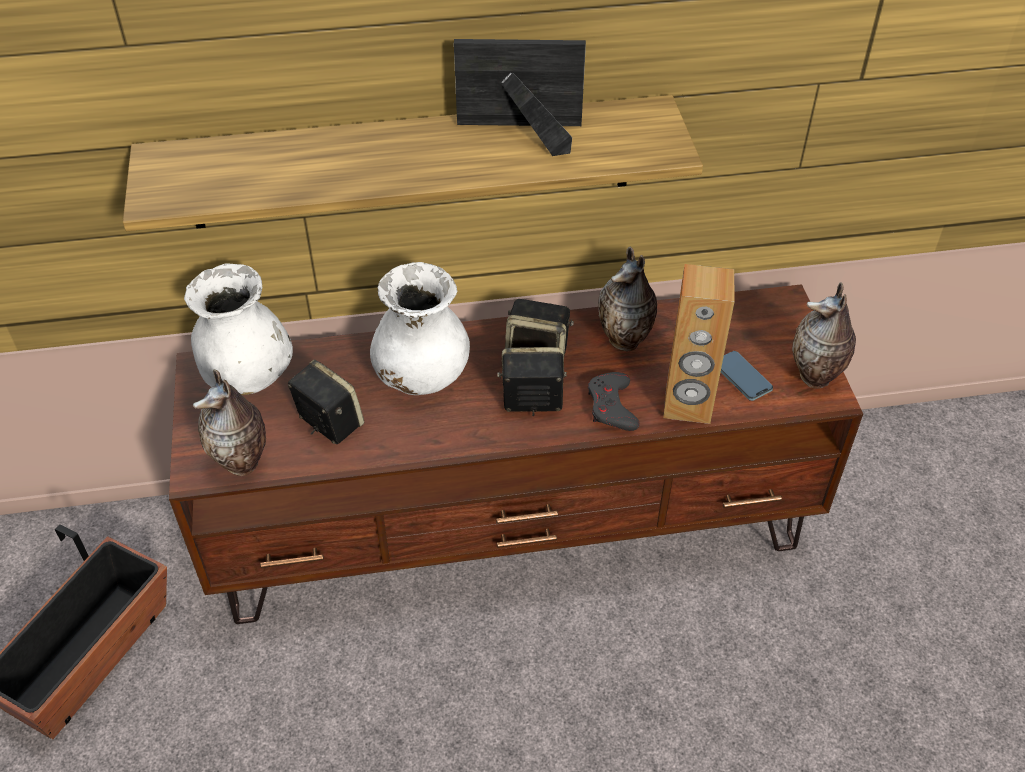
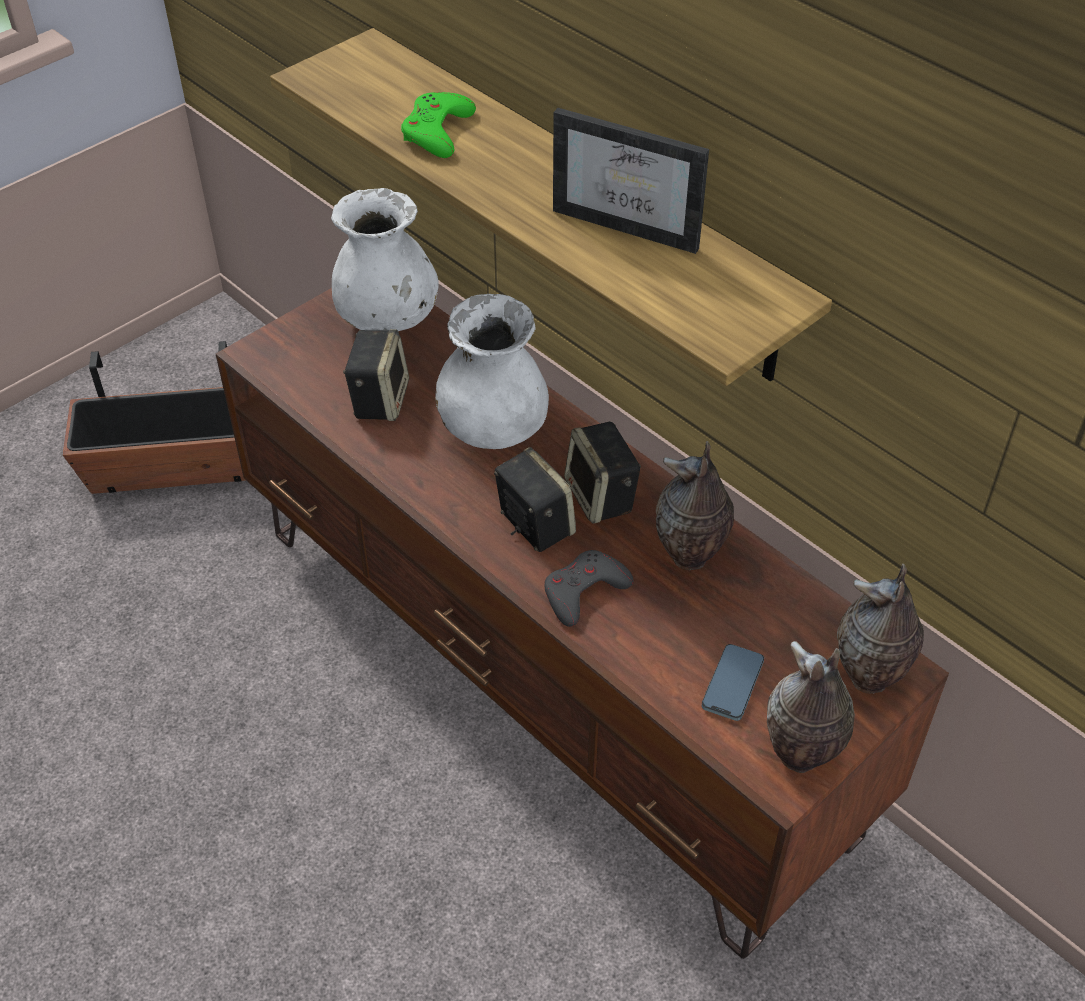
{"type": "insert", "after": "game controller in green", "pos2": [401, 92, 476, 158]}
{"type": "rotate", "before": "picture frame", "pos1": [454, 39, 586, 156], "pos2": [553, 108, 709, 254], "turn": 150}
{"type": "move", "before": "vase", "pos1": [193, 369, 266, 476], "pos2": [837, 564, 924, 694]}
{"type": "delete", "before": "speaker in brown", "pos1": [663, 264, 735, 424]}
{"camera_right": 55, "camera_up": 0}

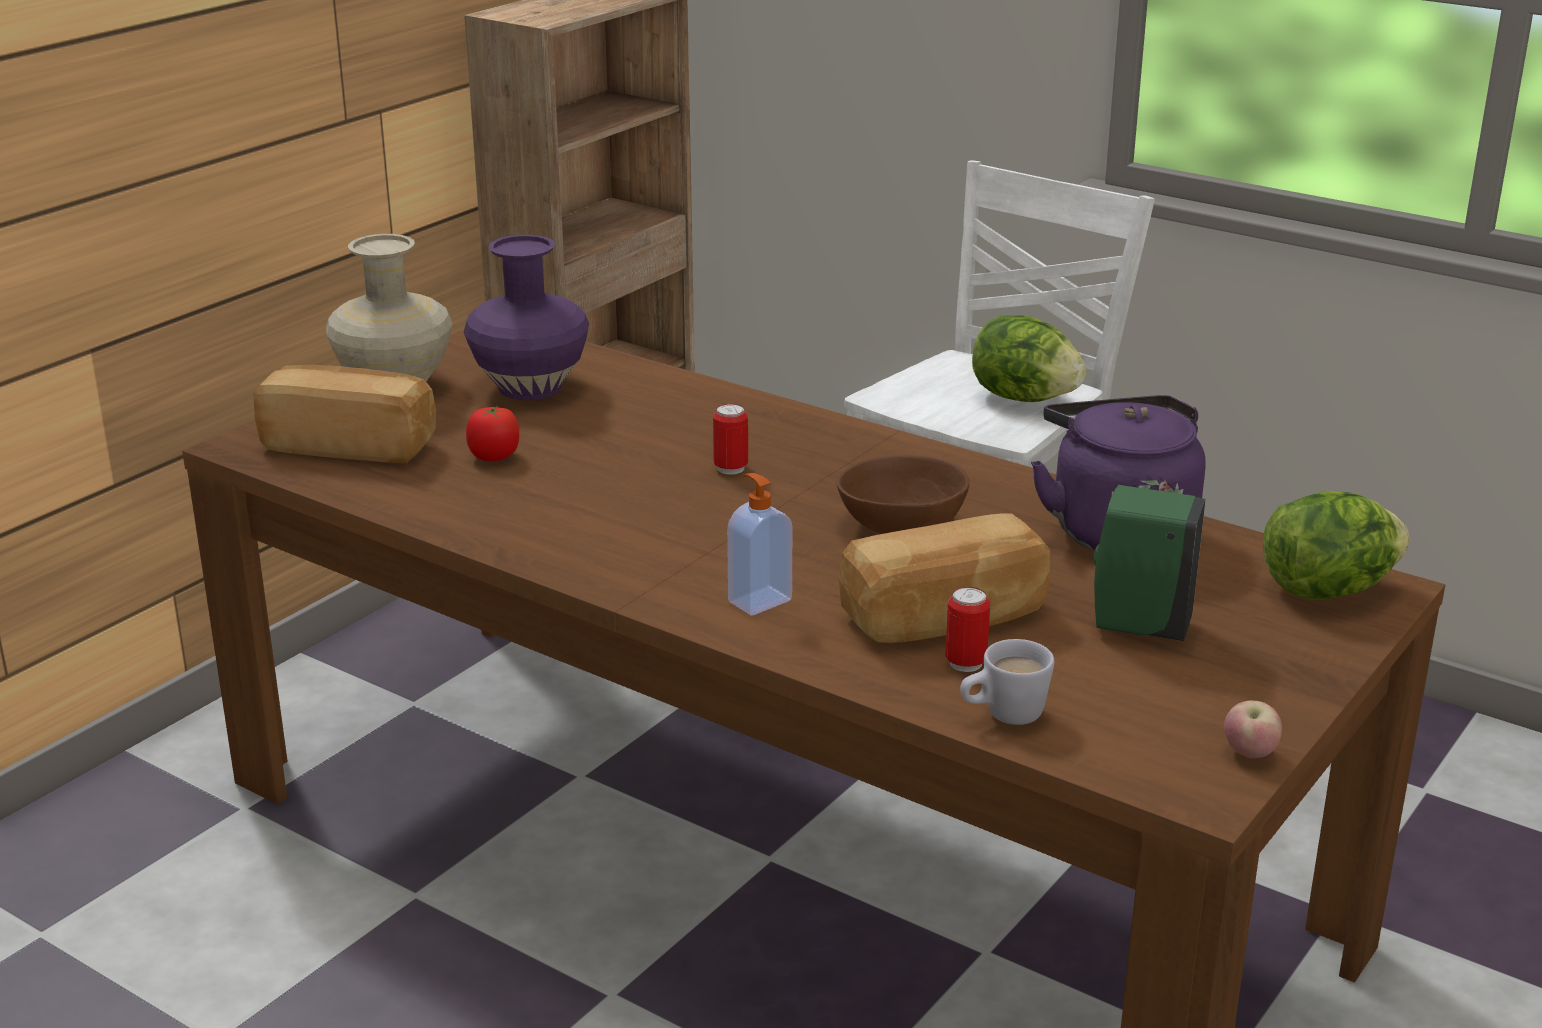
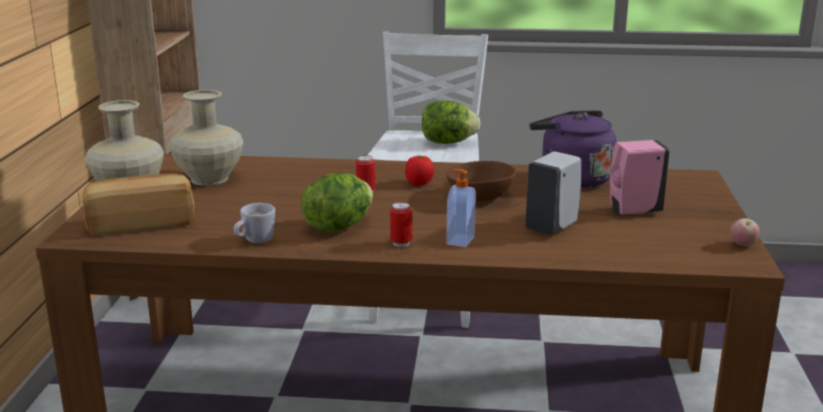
{"type": "recolor", "before": "vase in purple", "after": "vase in beige", "pos1": [464, 235, 589, 400], "pos2": [170, 90, 243, 186]}
{"type": "move", "before": "mug in white", "pos1": [960, 639, 1054, 725], "pos2": [234, 203, 275, 244]}
{"type": "move", "before": "lettuce", "pos1": [1263, 491, 1409, 600], "pos2": [301, 173, 373, 232]}
{"type": "move", "before": "can", "pos1": [945, 587, 990, 672], "pos2": [390, 202, 412, 247]}
{"type": "move", "before": "tomato", "pos1": [466, 406, 519, 461], "pos2": [405, 156, 434, 186]}
{"type": "replace", "before": "bread", "after": "soap dispenser in white", "pos1": [839, 513, 1051, 643], "pos2": [525, 151, 581, 235]}
{"type": "recolor", "before": "soap dispenser in green", "after": "soap dispenser in pink", "pos1": [1094, 485, 1205, 641], "pos2": [609, 140, 669, 216]}
{"camera_right": -30, "camera_up": -5}

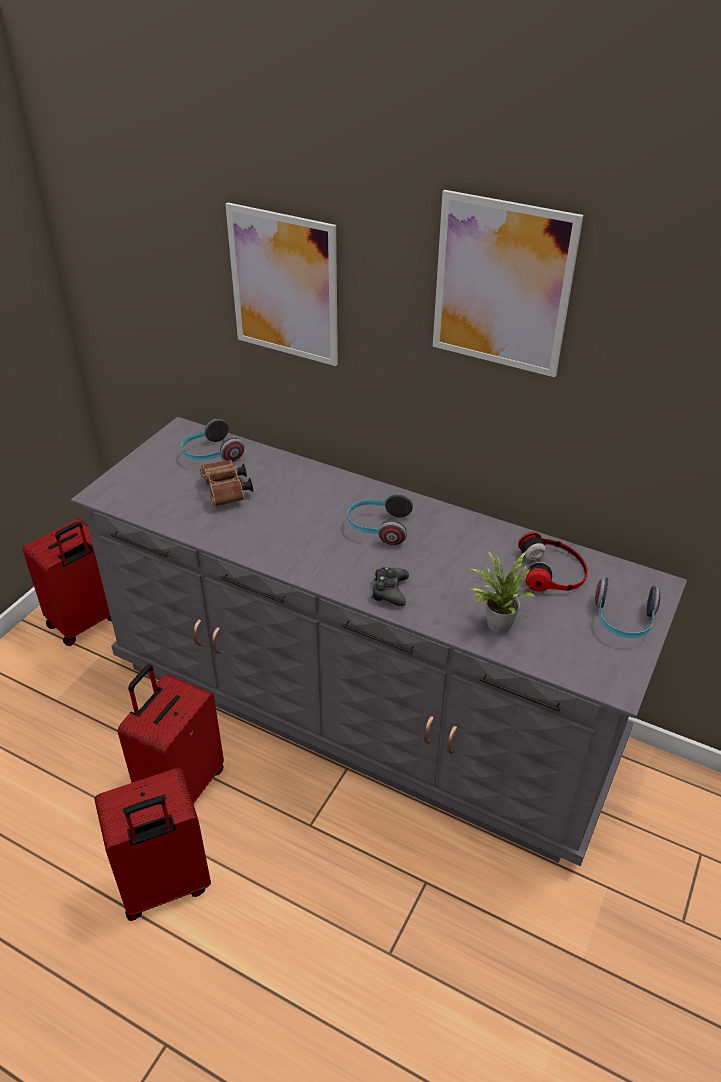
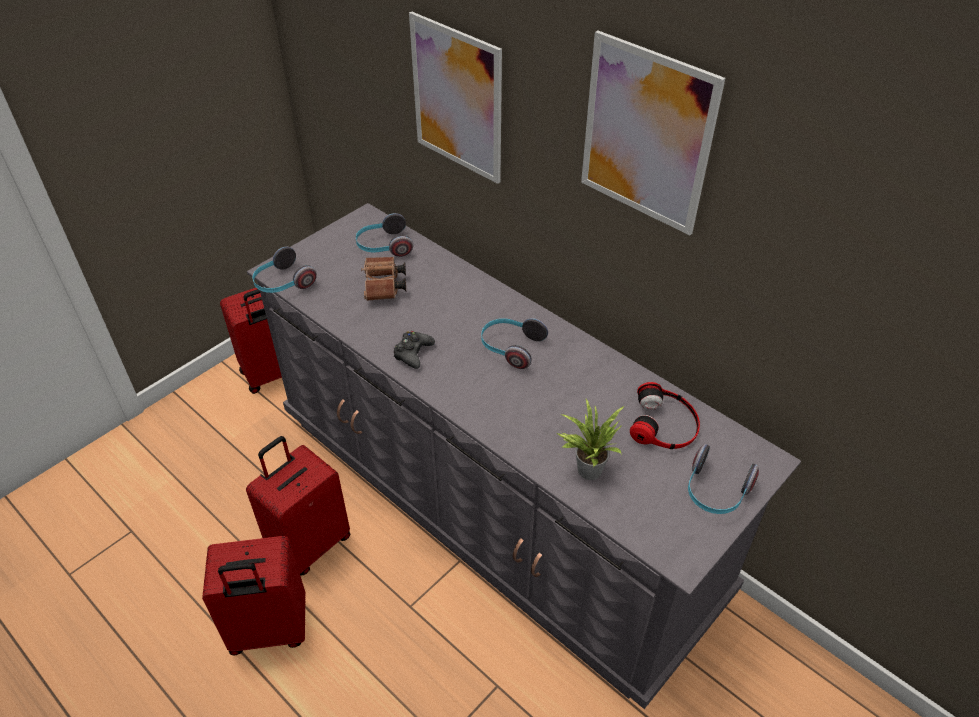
{"type": "insert", "after": "headphones", "pos2": [252, 247, 317, 293]}
{"type": "move", "before": "game controller in black", "pos1": [371, 567, 409, 606], "pos2": [394, 331, 435, 369]}
{"camera_right": 15, "camera_up": 5}

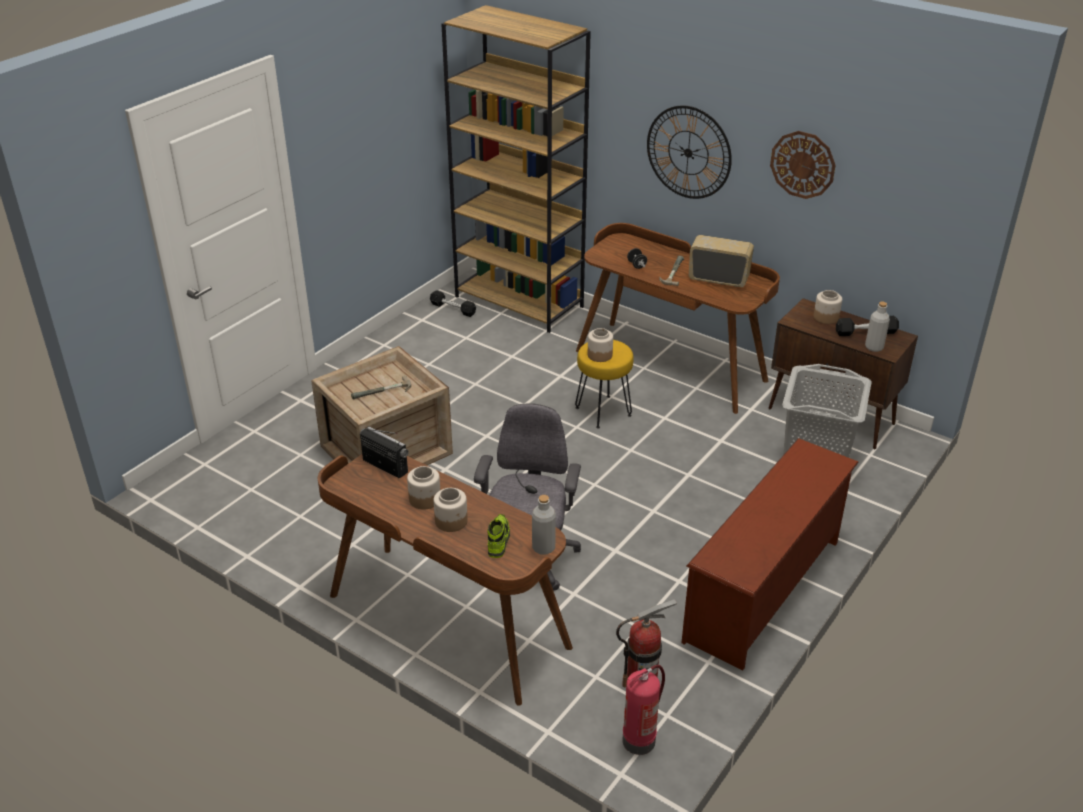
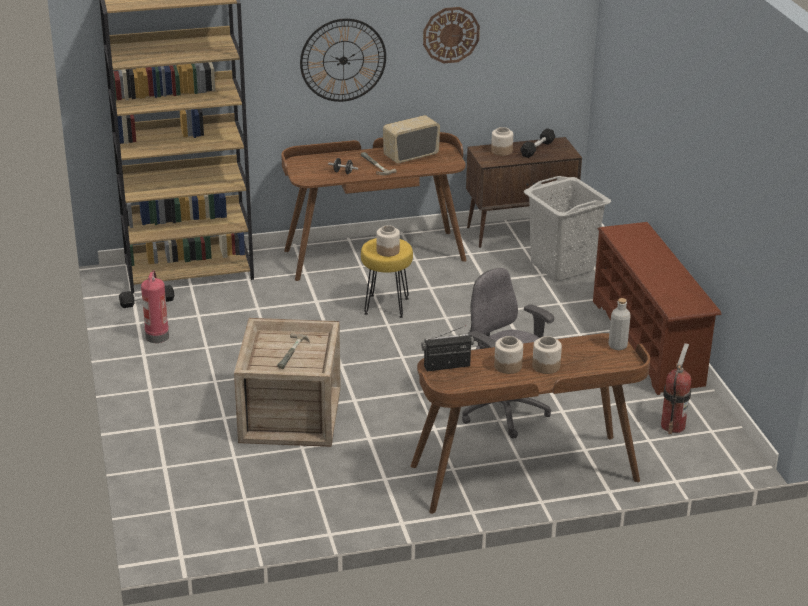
{"type": "move", "before": "fire extinguisher", "pos1": [622, 665, 665, 755], "pos2": [141, 270, 169, 343]}
{"type": "delete", "before": "shoe", "pos1": [488, 514, 510, 558]}
{"type": "delete", "before": "bottle in grey", "pos1": [865, 302, 890, 352]}
{"camera_right": -50, "camera_up": -5}

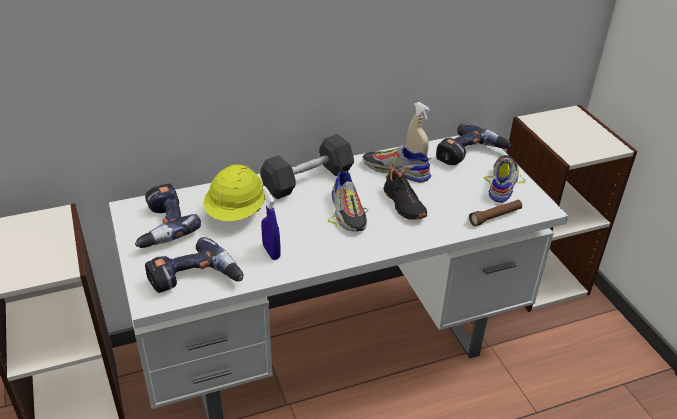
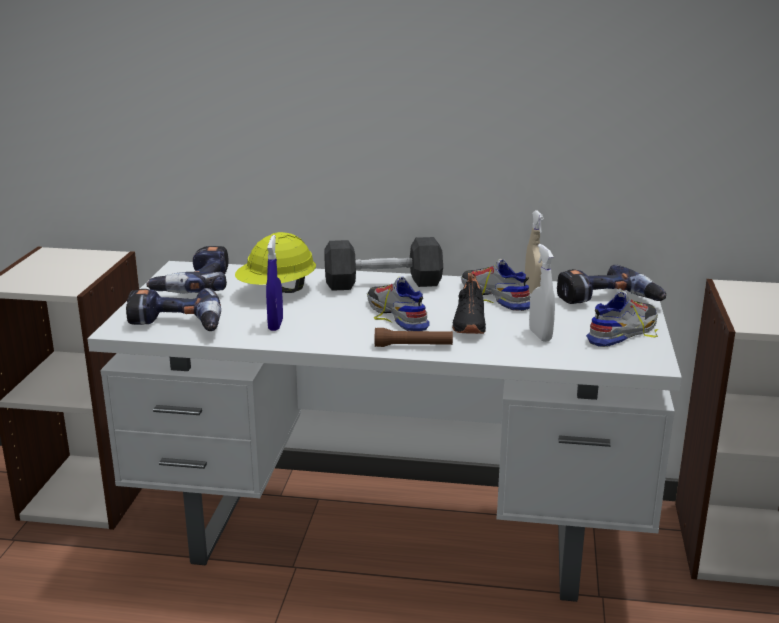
{"type": "rotate", "before": "shoe", "pos1": [328, 168, 368, 232], "pos2": [367, 276, 430, 331], "turn": 135}
{"type": "move", "before": "flashlight in brown", "pos1": [469, 200, 522, 226], "pos2": [375, 328, 453, 347]}
{"type": "insert", "after": "spray bottle in white", "pos2": [529, 244, 555, 342]}
{"camera_right": 30, "camera_up": -15}

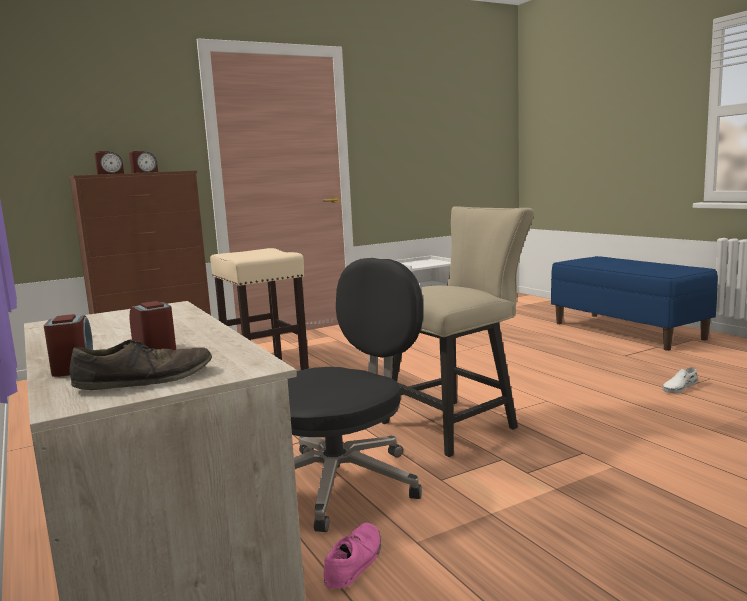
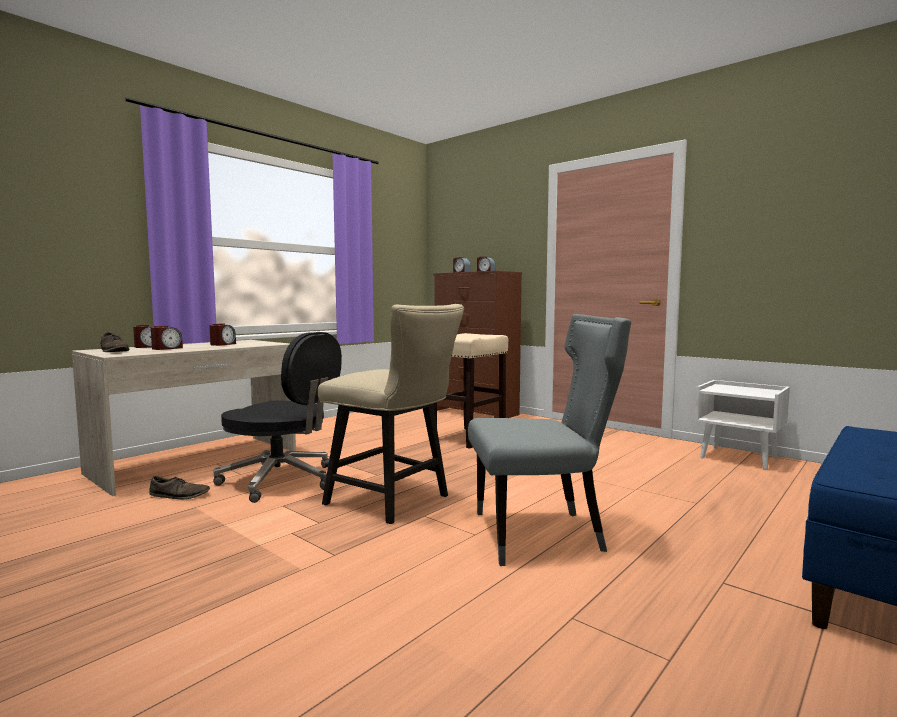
{"type": "recolor", "before": "shoe in pink", "after": "shoe in brown", "pos1": [324, 523, 381, 589], "pos2": [149, 476, 210, 499]}
{"type": "insert", "after": "alarm clock", "pos2": [209, 324, 236, 346]}
{"type": "insert", "after": "chair in grey", "pos2": [468, 314, 631, 566]}
{"type": "delete", "before": "shoe in white", "pos1": [663, 367, 697, 393]}
{"camera_right": 70, "camera_up": -5}

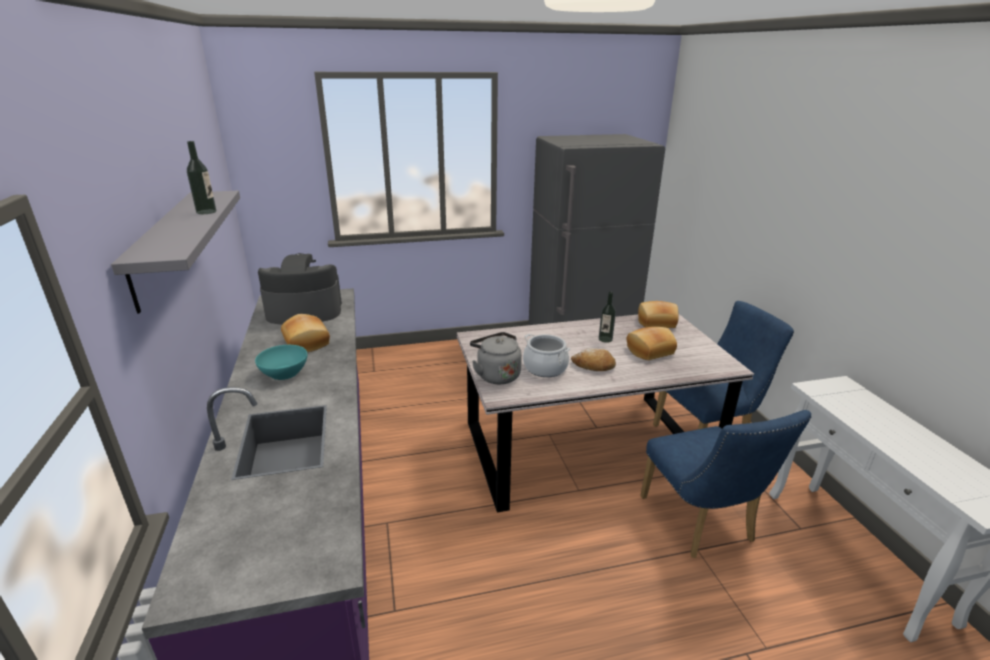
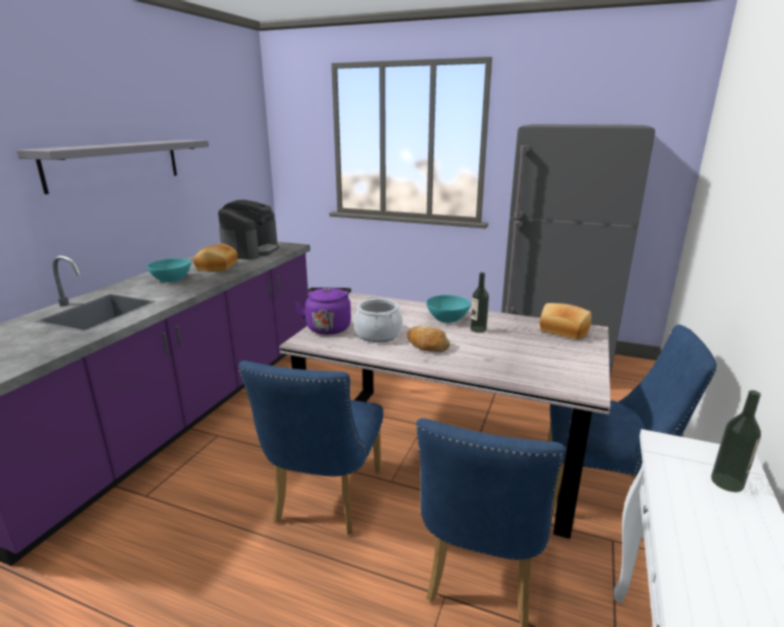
{"type": "rotate", "before": "coffee machine", "pos1": [258, 253, 342, 325], "pos2": [218, 200, 279, 260], "turn": 75}
{"type": "insert", "after": "chair in blue", "pos2": [238, 361, 383, 535]}
{"type": "recolor", "before": "kettle in grey", "after": "kettle in purple", "pos1": [470, 332, 522, 384], "pos2": [295, 287, 351, 335]}
{"type": "insert", "after": "bowl in turquoise", "pos2": [427, 295, 470, 323]}
{"type": "move", "before": "bottle", "pos1": [187, 141, 216, 214], "pos2": [711, 390, 761, 492]}
{"type": "delete", "before": "bread", "pos1": [627, 327, 677, 360]}
{"camera_right": 35, "camera_up": -5}

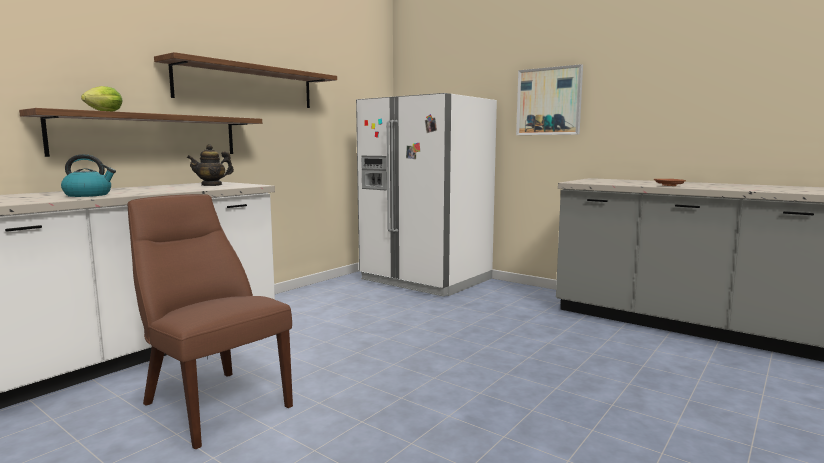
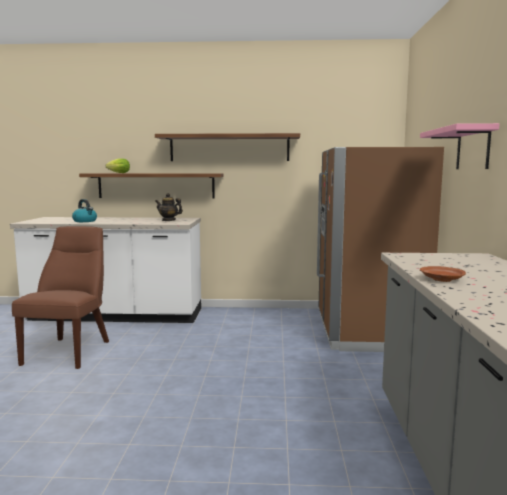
{"type": "recolor", "before": "fridge in white", "after": "fridge in brown", "pos1": [356, 93, 497, 297], "pos2": [317, 147, 444, 352]}
{"type": "replace", "before": "picture", "after": "shelf in pink", "pos1": [516, 64, 583, 135], "pos2": [420, 123, 499, 169]}
{"camera_right": 55, "camera_up": 0}

